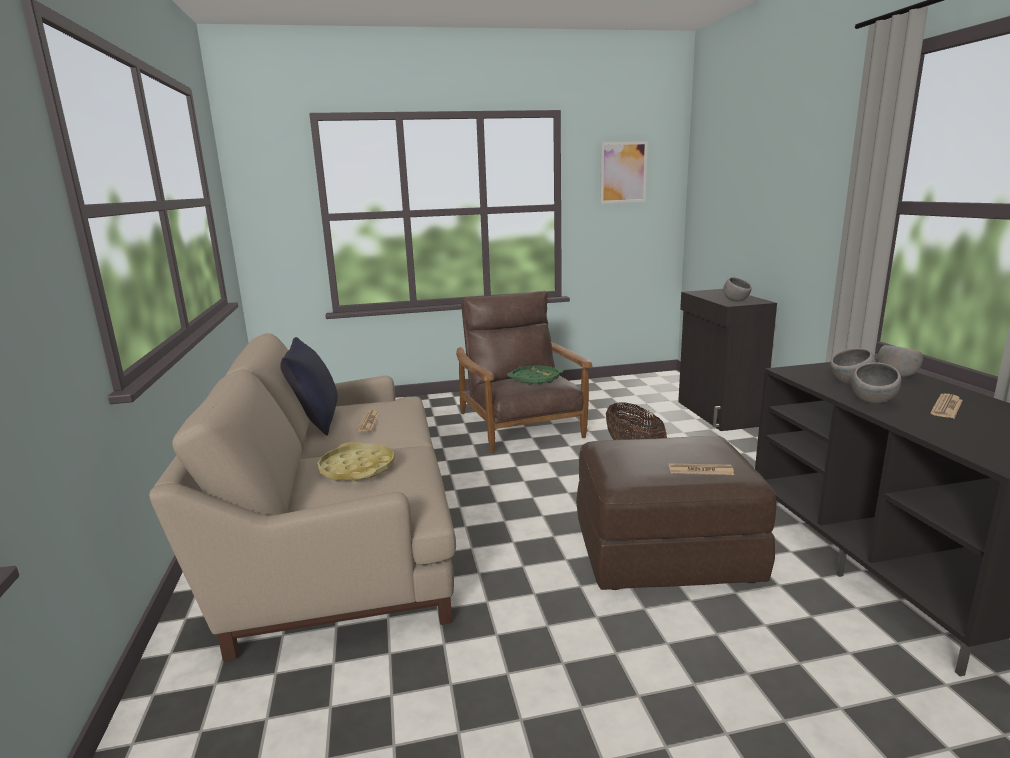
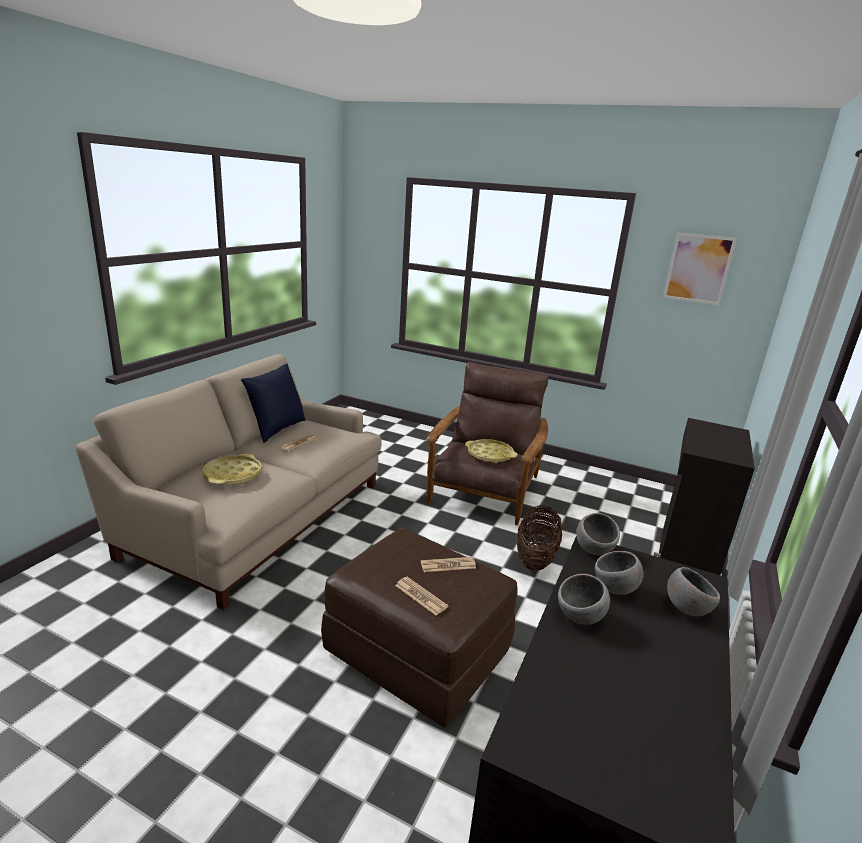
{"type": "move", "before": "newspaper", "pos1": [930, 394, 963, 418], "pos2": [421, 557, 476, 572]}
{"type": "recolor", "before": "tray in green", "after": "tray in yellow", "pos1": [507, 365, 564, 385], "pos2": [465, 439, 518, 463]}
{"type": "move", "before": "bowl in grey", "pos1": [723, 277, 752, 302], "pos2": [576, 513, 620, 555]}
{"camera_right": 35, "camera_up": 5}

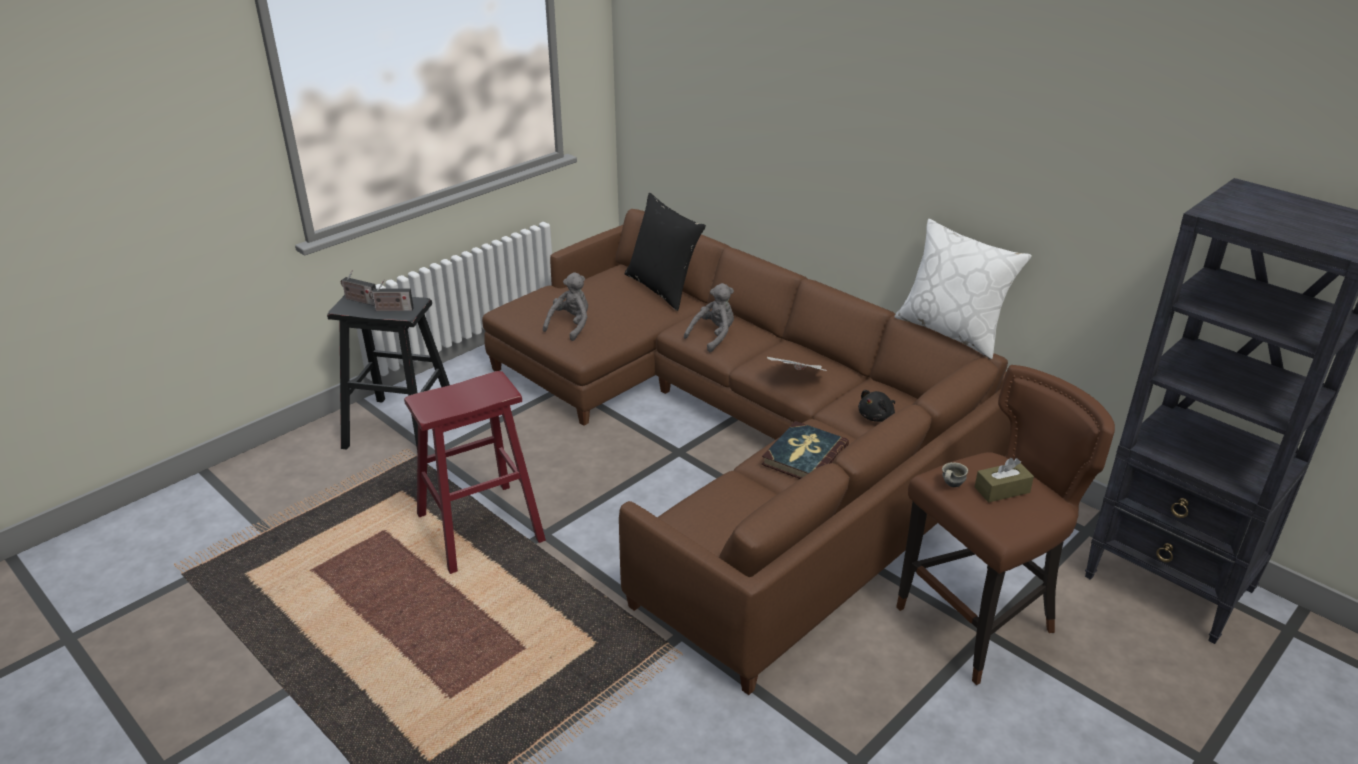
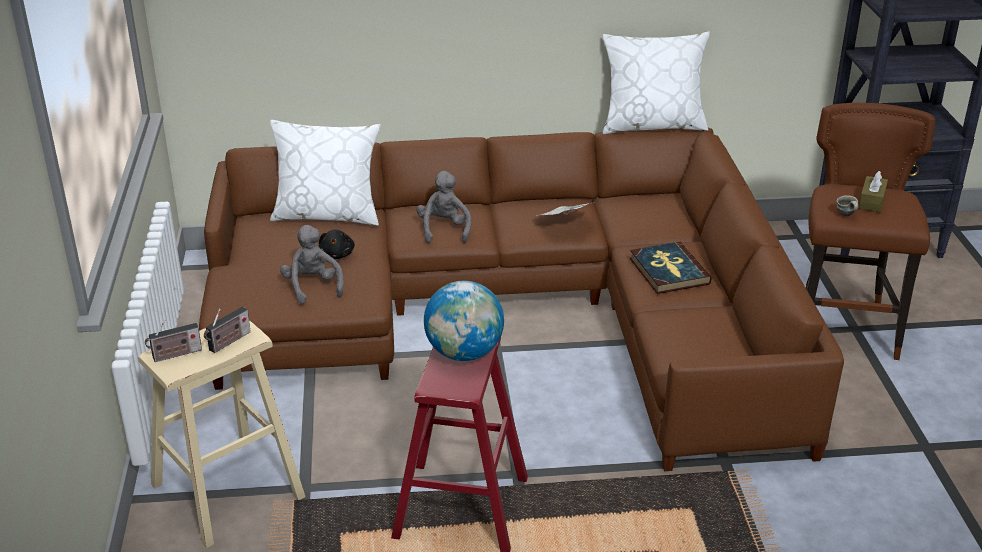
{"type": "recolor", "before": "stool in black", "after": "stool in beige", "pos1": [327, 295, 450, 453], "pos2": [138, 320, 306, 548]}
{"type": "recolor", "before": "pillow in black", "after": "pillow in white", "pos1": [625, 193, 706, 311], "pos2": [270, 120, 381, 226]}
{"type": "move", "before": "plush toy in black", "pos1": [858, 390, 895, 422], "pos2": [319, 229, 355, 259]}
{"type": "insert", "after": "globe", "pos2": [424, 281, 504, 361]}
{"camera_right": -50, "camera_up": 0}

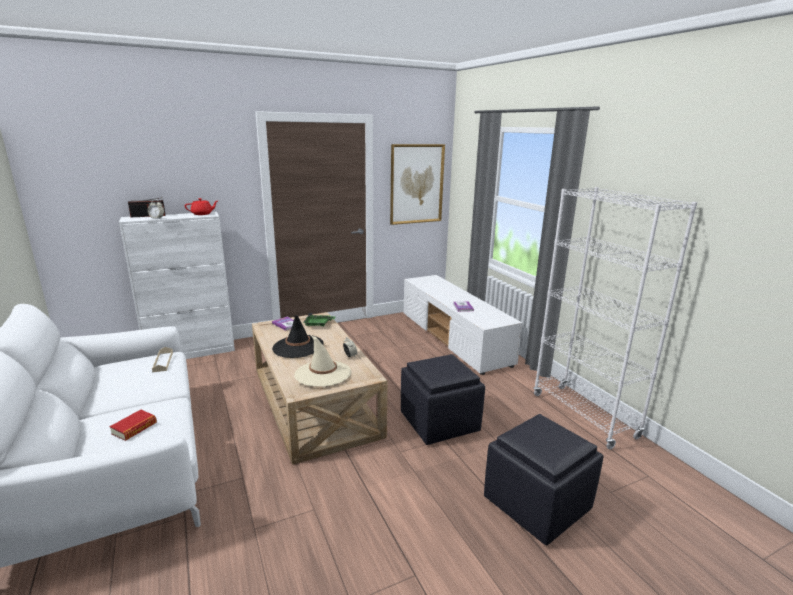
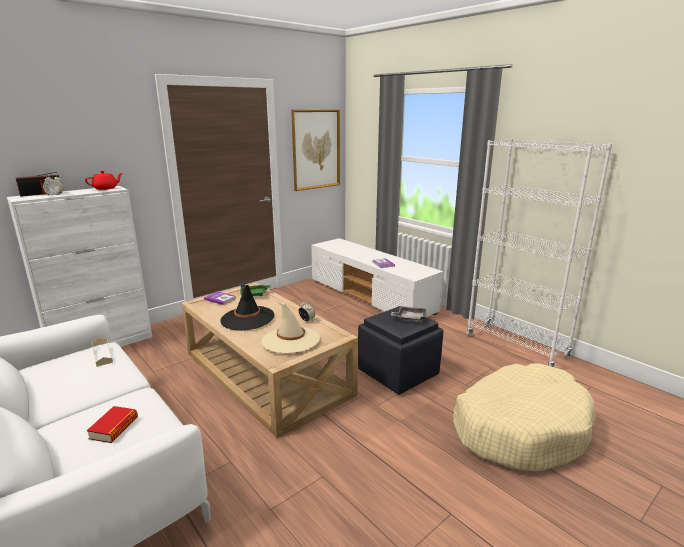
{"type": "insert", "after": "tray in grey", "pos2": [391, 306, 426, 322]}
{"type": "replace", "before": "ottoman in black", "after": "dog bed in beige", "pos1": [484, 414, 604, 545], "pos2": [454, 363, 596, 471]}
{"camera_right": -15, "camera_up": 0}

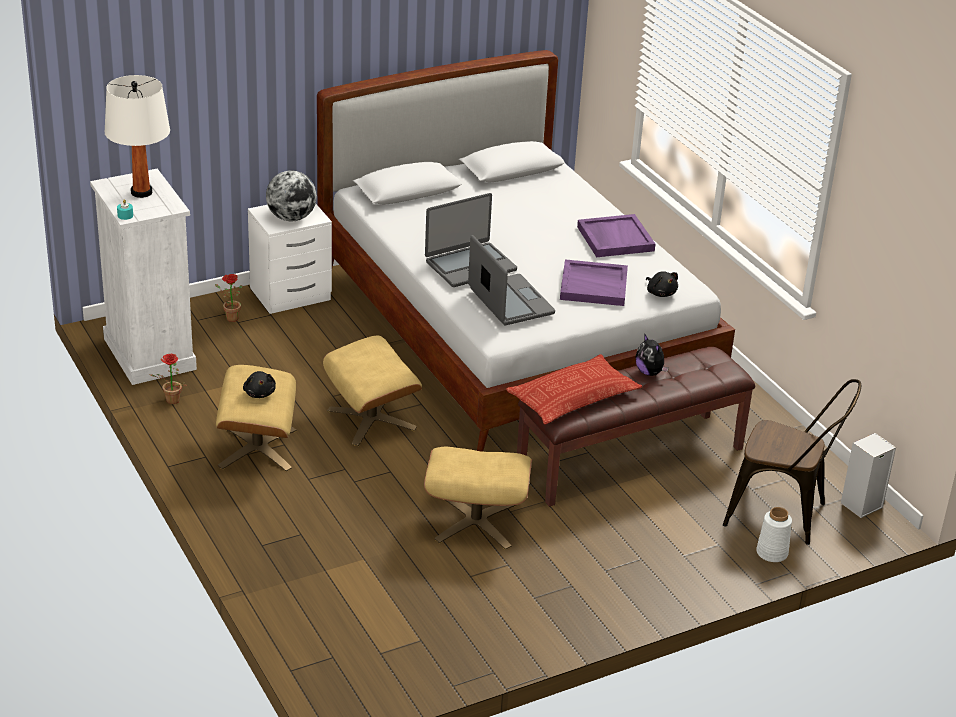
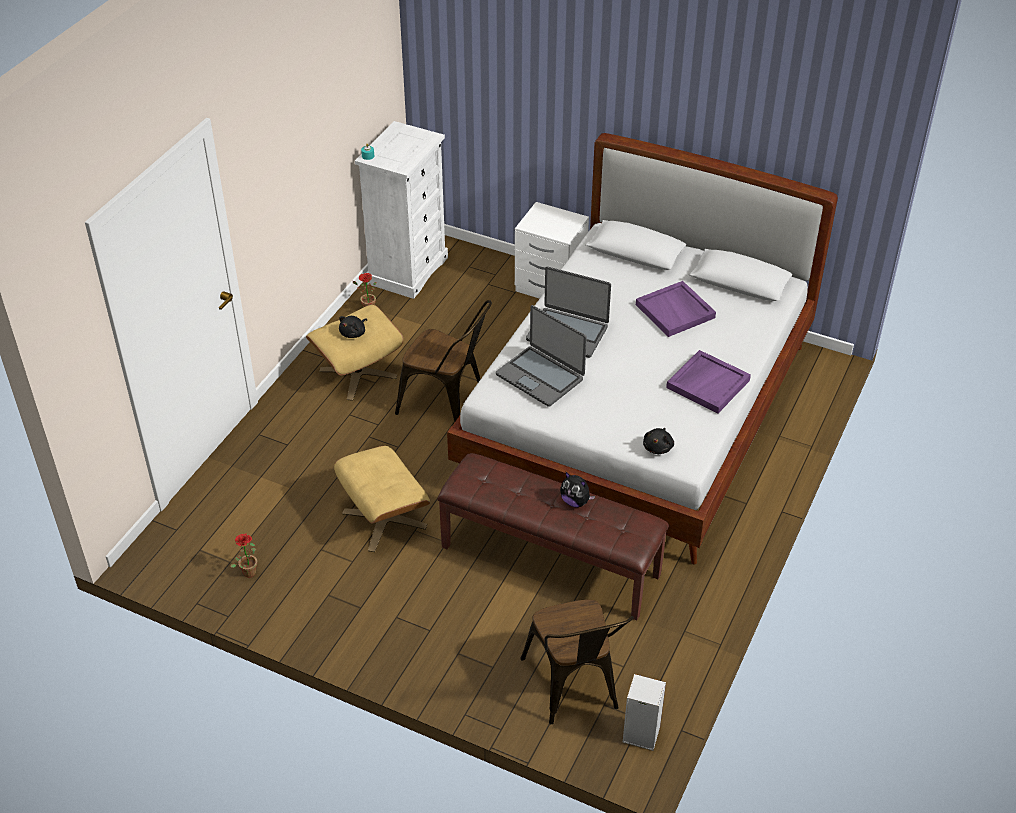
{"type": "move", "before": "potted plant", "pos1": [215, 274, 243, 322], "pos2": [230, 533, 257, 577]}
{"type": "replace", "before": "ottoman in beige", "after": "chair in brown", "pos1": [323, 336, 422, 446], "pos2": [395, 300, 492, 421]}
{"type": "rotate", "before": "laptop", "pos1": [468, 235, 555, 325], "pos2": [496, 305, 587, 407], "turn": 105}
{"type": "rotate", "before": "plush toy", "pos1": [635, 333, 669, 376], "pos2": [560, 472, 595, 507], "turn": -75}
{"type": "move", "before": "tray in purple", "pos1": [560, 259, 628, 306], "pos2": [636, 281, 716, 337]}
{"type": "delete", "before": "table lamp in white", "pos1": [105, 75, 170, 198]}
{"type": "delete", "before": "globe", "pos1": [266, 171, 317, 221]}
{"type": "delete", "before": "pillow", "pos1": [506, 354, 642, 424]}
{"type": "delete", "before": "vase in white", "pos1": [756, 507, 792, 562]}
{"camera_right": 55, "camera_up": 10}

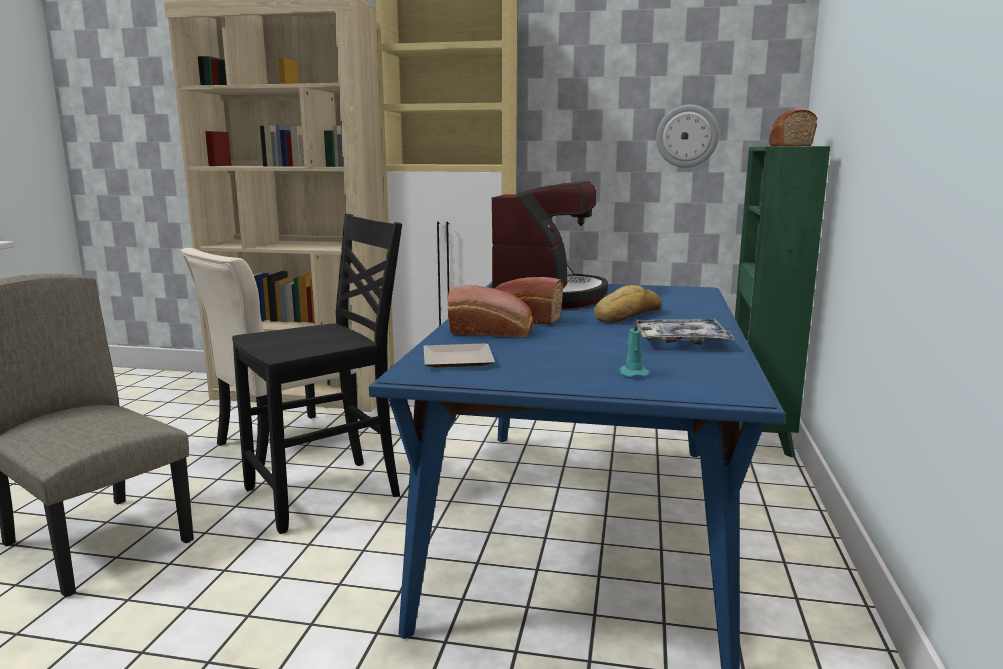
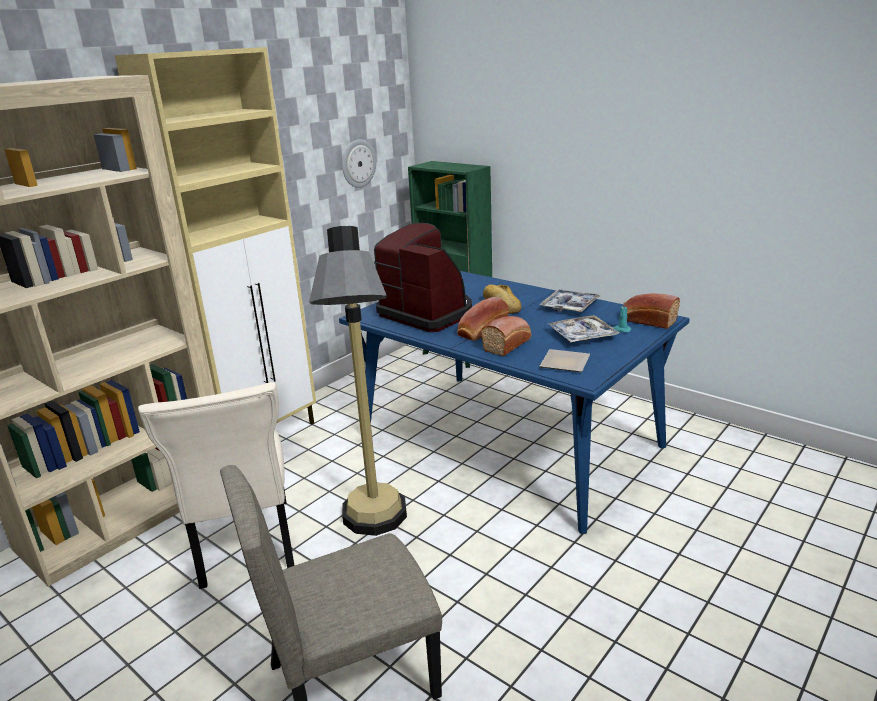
{"type": "replace", "before": "chair in black", "after": "floor lamp", "pos1": [232, 214, 402, 534], "pos2": [309, 226, 407, 536]}
{"type": "insert", "after": "tray", "pos2": [548, 315, 619, 342]}
{"type": "move", "before": "bread", "pos1": [769, 109, 817, 146], "pos2": [625, 293, 680, 329]}
{"camera_right": -60, "camera_up": 10}

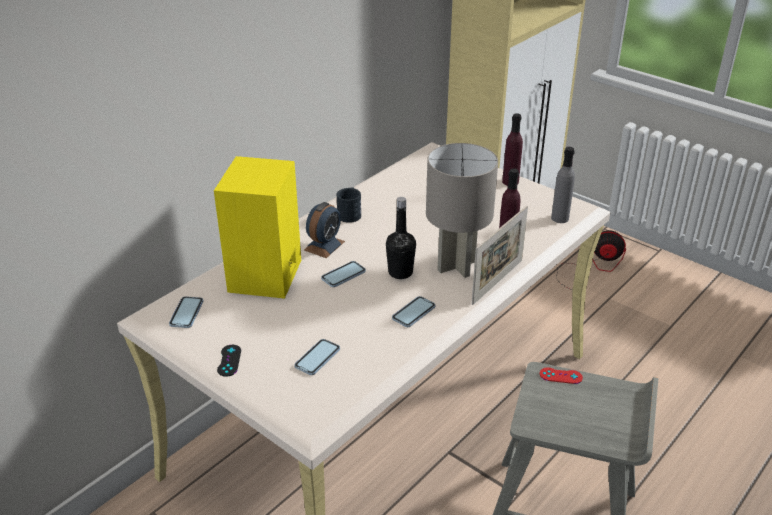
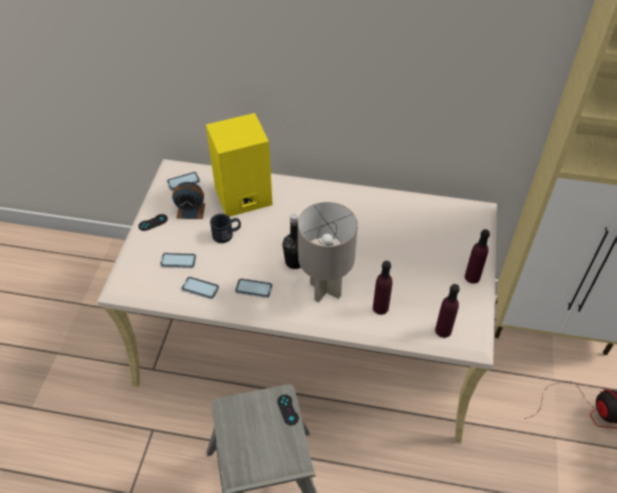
{"type": "move", "before": "alarm clock", "pos1": [304, 202, 345, 258], "pos2": [172, 182, 205, 219]}
{"type": "move", "before": "phone", "pos1": [321, 261, 366, 287], "pos2": [182, 277, 219, 299]}
{"type": "move", "before": "mug in black", "pos1": [337, 187, 361, 223], "pos2": [210, 214, 241, 243]}
{"type": "recolor", "before": "game controller in red", "after": "game controller in black", "pos1": [540, 367, 583, 384], "pos2": [277, 395, 299, 426]}
{"type": "recolor", "before": "bottle in grey", "after": "bottle in purple", "pos1": [551, 147, 575, 223], "pos2": [435, 284, 460, 338]}
{"type": "delete", "before": "picture frame", "pos1": [472, 206, 528, 305]}
{"camera_right": 60, "camera_up": 15}

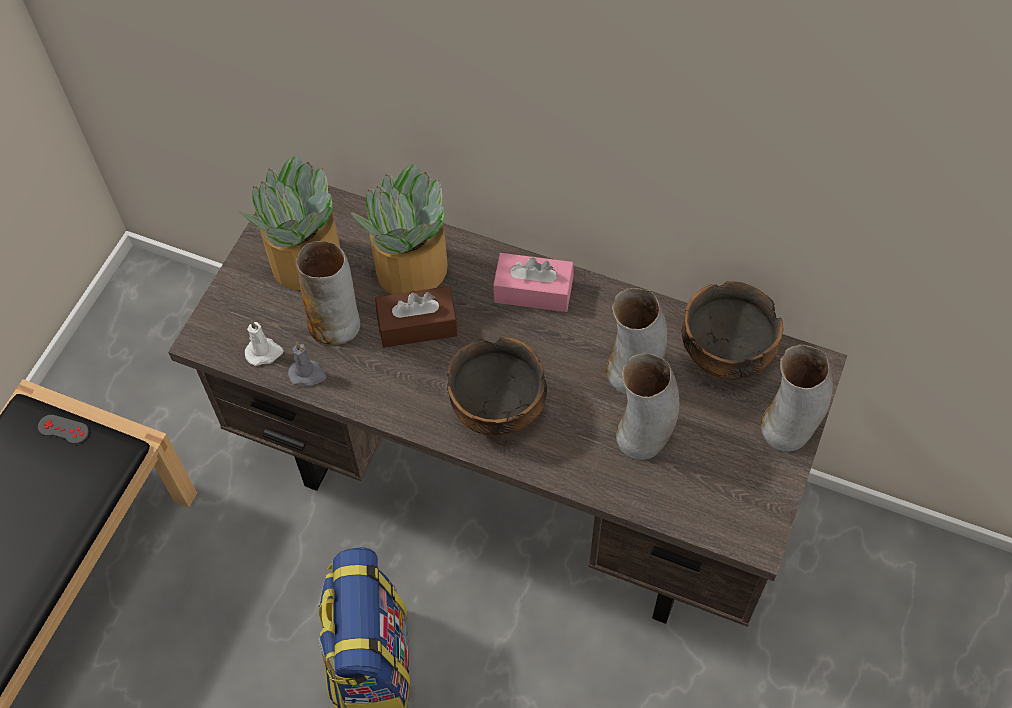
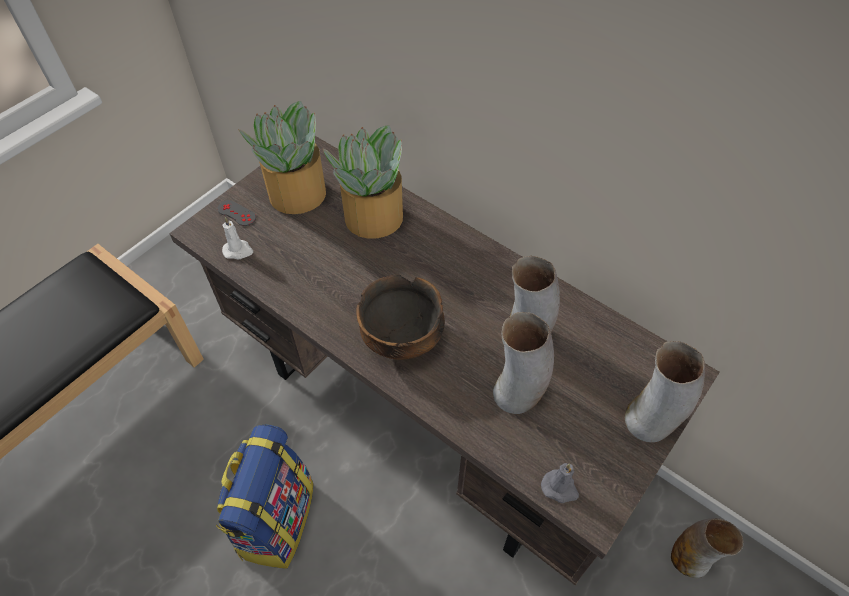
{"type": "move", "before": "game controller in grey", "pos1": [38, 415, 89, 444], "pos2": [217, 200, 256, 226]}
{"type": "move", "before": "candle in grey", "pos1": [288, 342, 327, 387], "pos2": [541, 463, 579, 503]}
{"type": "move", "before": "vase", "pos1": [296, 241, 360, 345], "pos2": [671, 518, 744, 578]}
{"type": "delete", "before": "tissue box in brown", "pos1": [375, 286, 458, 348]}
{"type": "delete", "before": "tissue box in pink", "pos1": [493, 253, 574, 312]}
{"type": "delete", "before": "bowl", "pos1": [681, 281, 784, 380]}
{"camera_right": 15, "camera_up": -5}

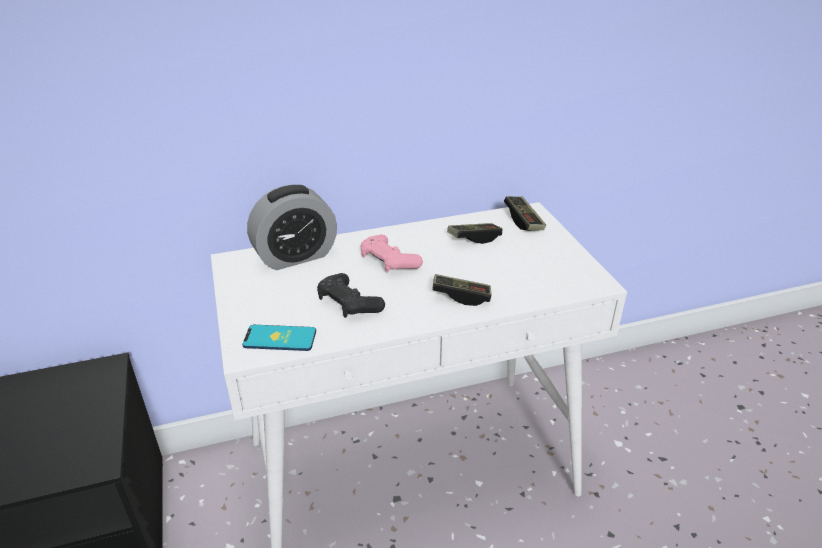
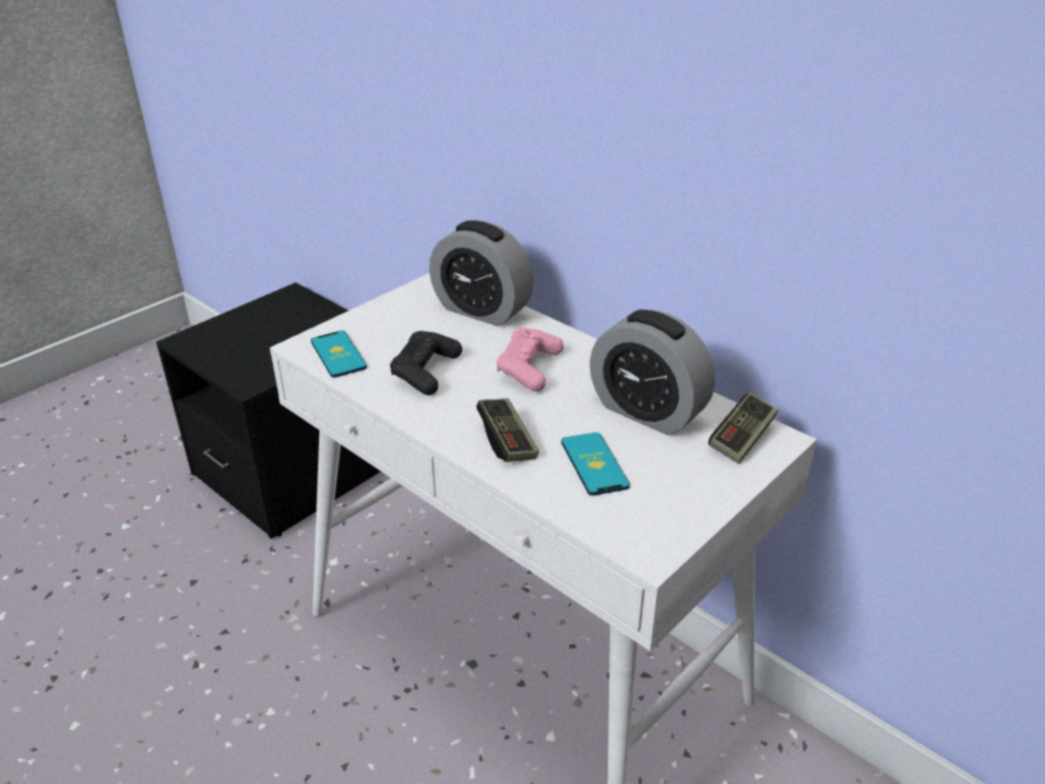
{"type": "insert", "after": "phone", "pos2": [561, 432, 630, 496]}
{"type": "replace", "before": "game controller", "after": "alarm clock", "pos1": [447, 223, 502, 244], "pos2": [590, 310, 715, 435]}
{"camera_right": 60, "camera_up": 0}

